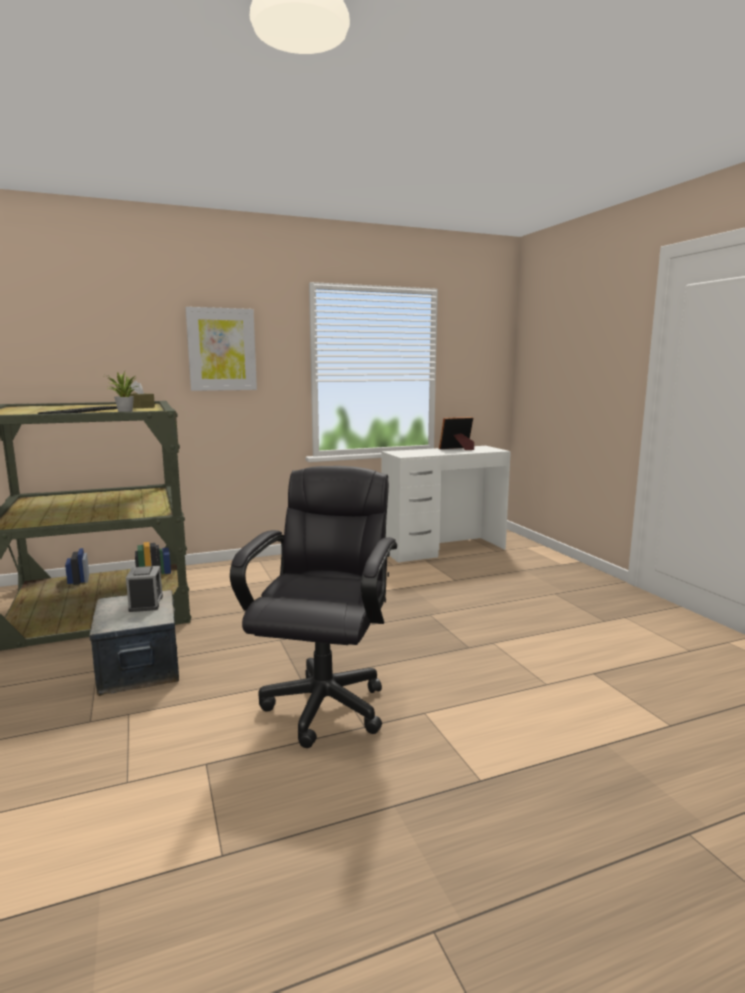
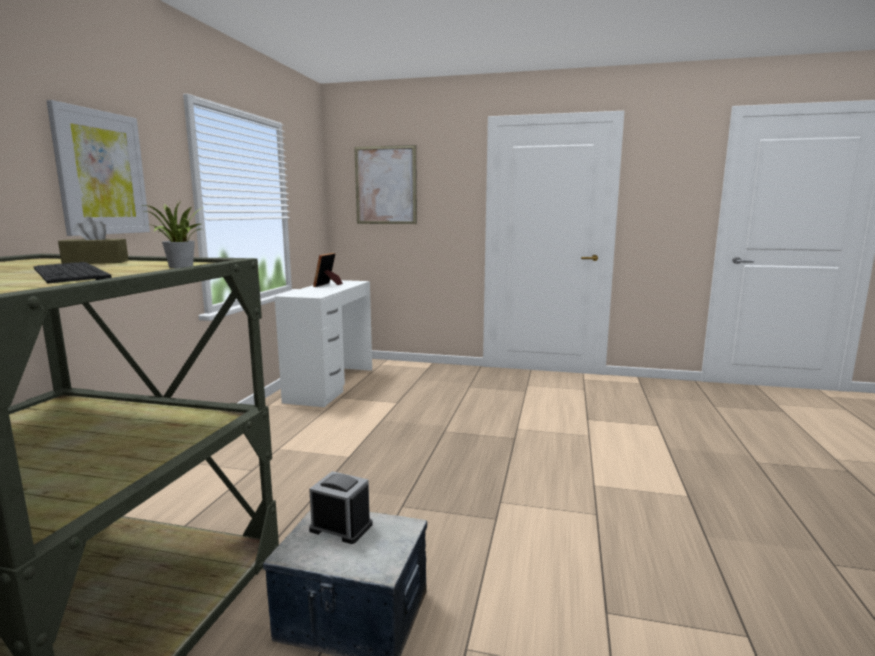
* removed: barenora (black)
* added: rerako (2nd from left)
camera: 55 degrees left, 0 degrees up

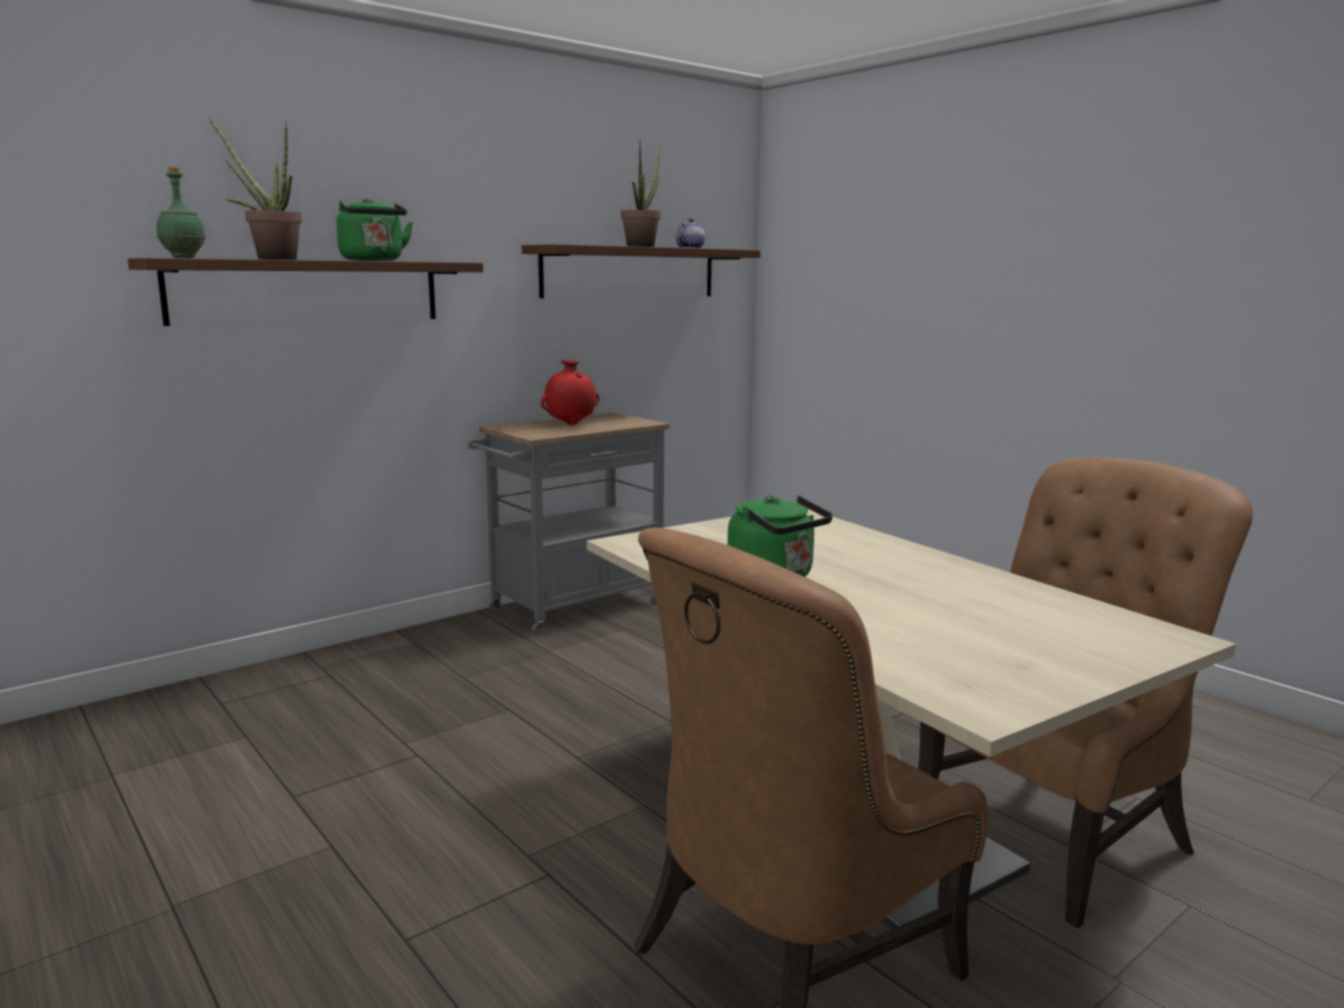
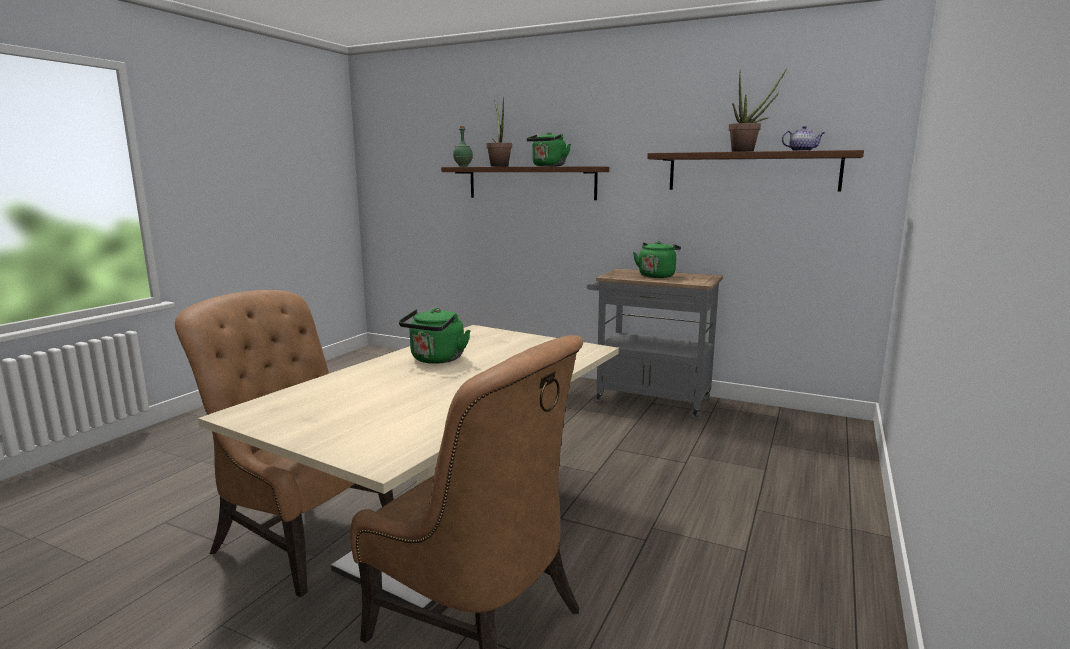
* replaced: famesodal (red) to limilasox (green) (3rd from left)
camera: 65 degrees right, 0 degrees up

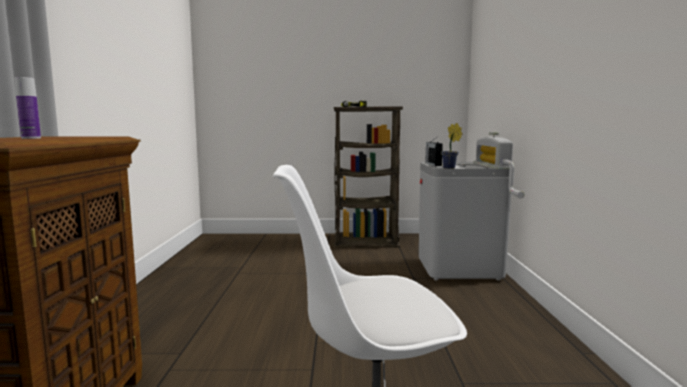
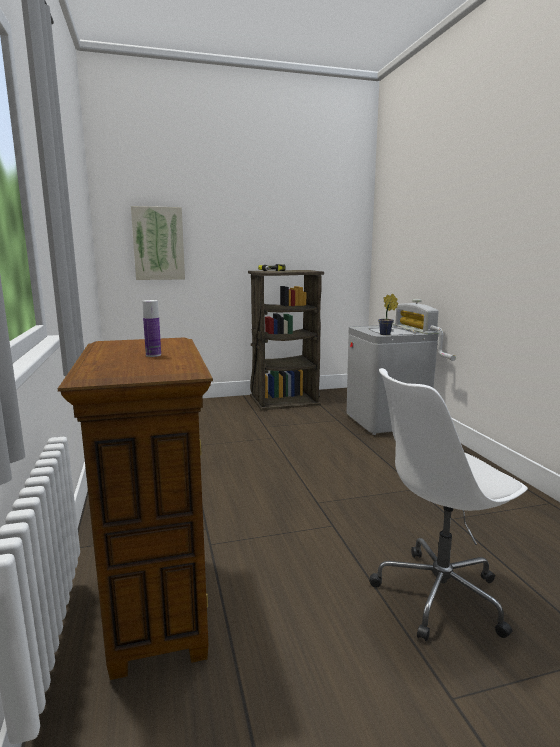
* removed: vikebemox
* added: rerako
camera: 15 degrees left, 5 degrees up

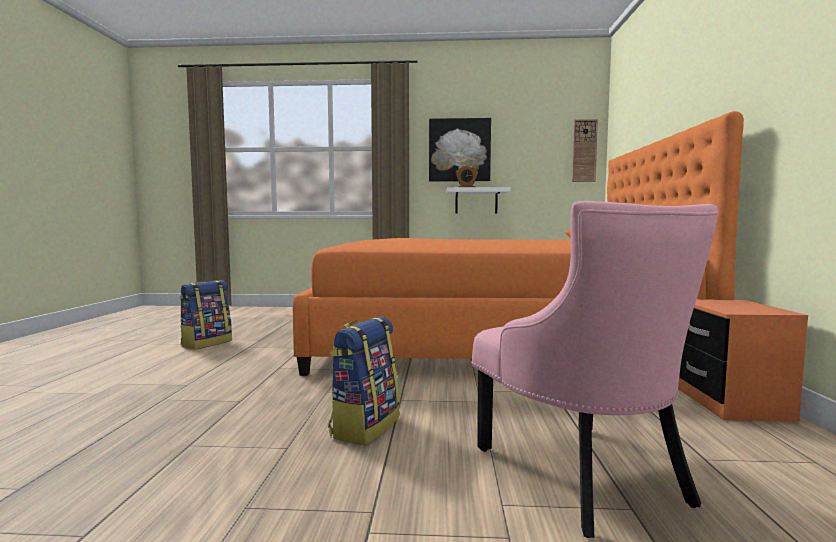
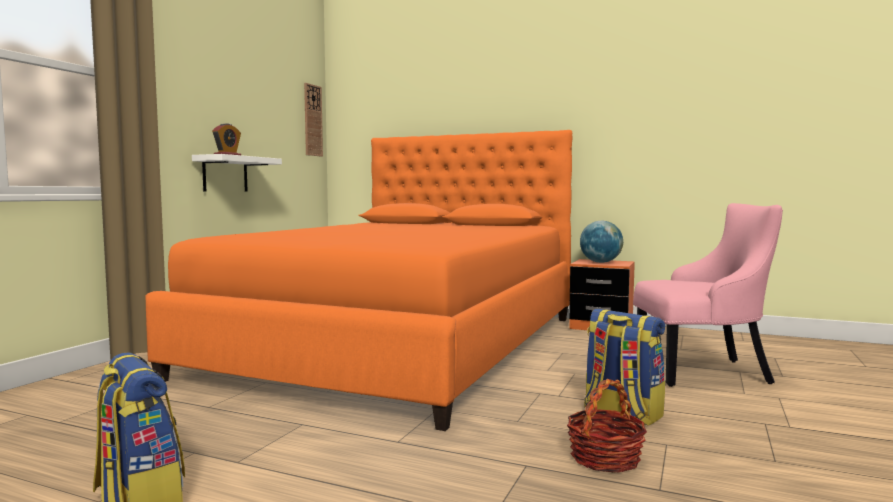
* removed: rerako
* added: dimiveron
* added: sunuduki
camera: 70 degrees left, 0 degrees up

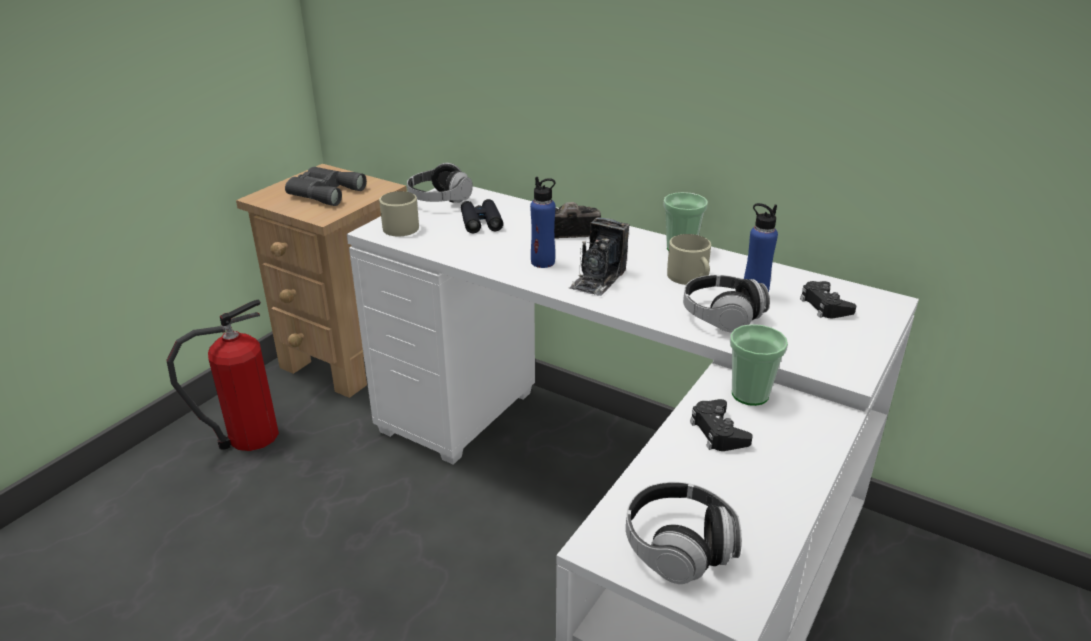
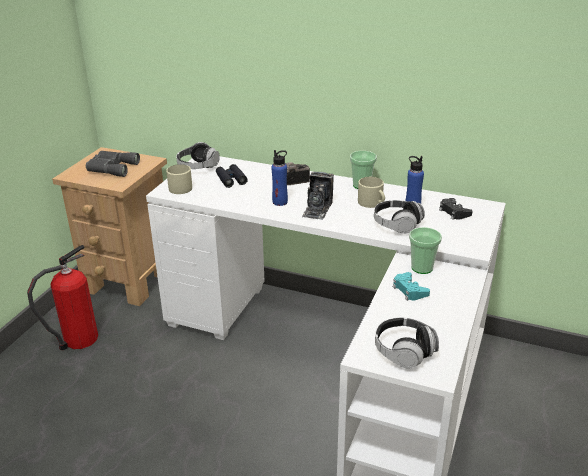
* recoloured: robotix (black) (1st from left) to robotix (turquoise)
camera: 10 degrees left, 0 degrees up

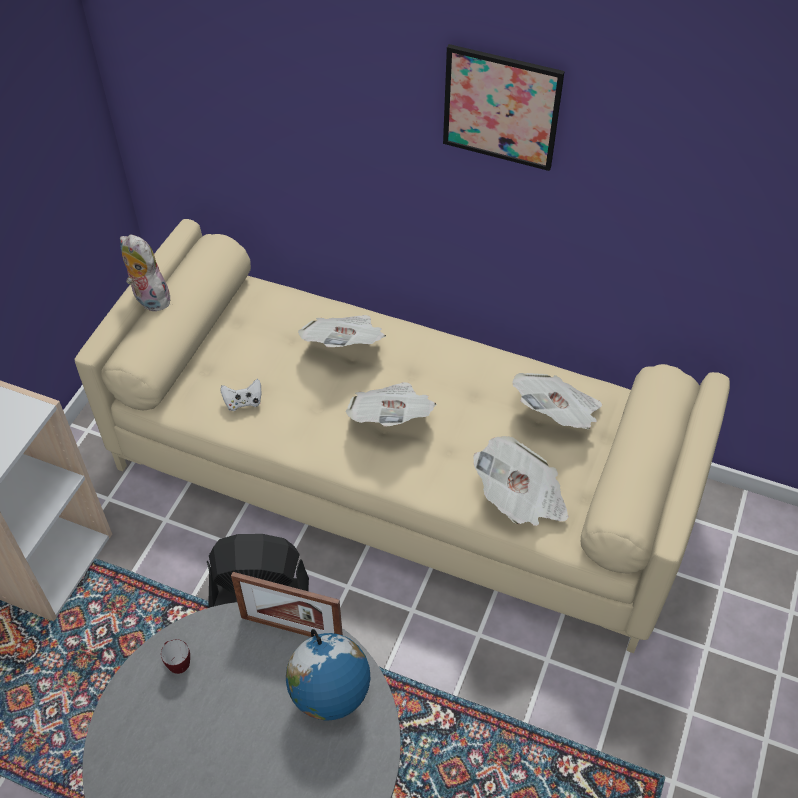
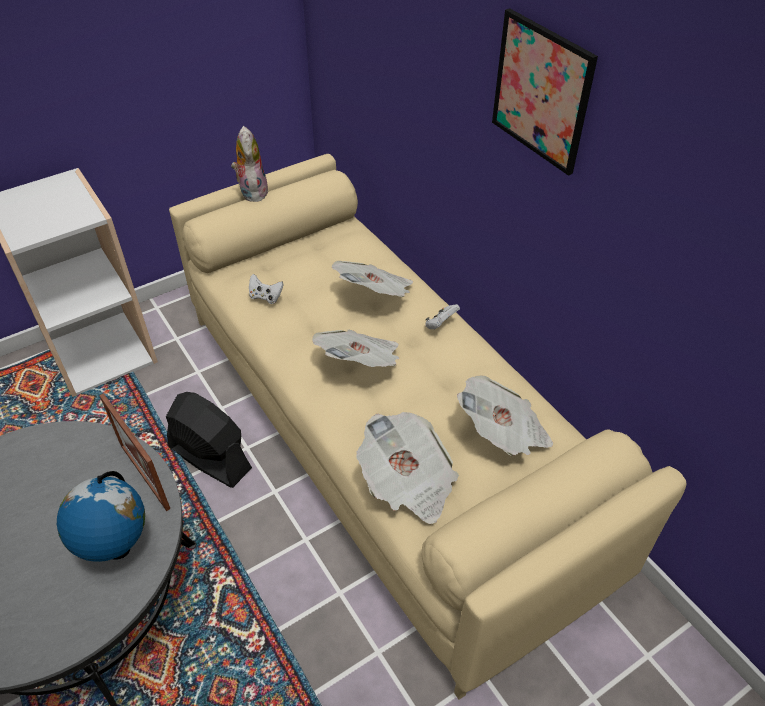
* removed: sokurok
* added: robotix (white) (2nd from left)
camera: 35 degrees right, 5 degrees down

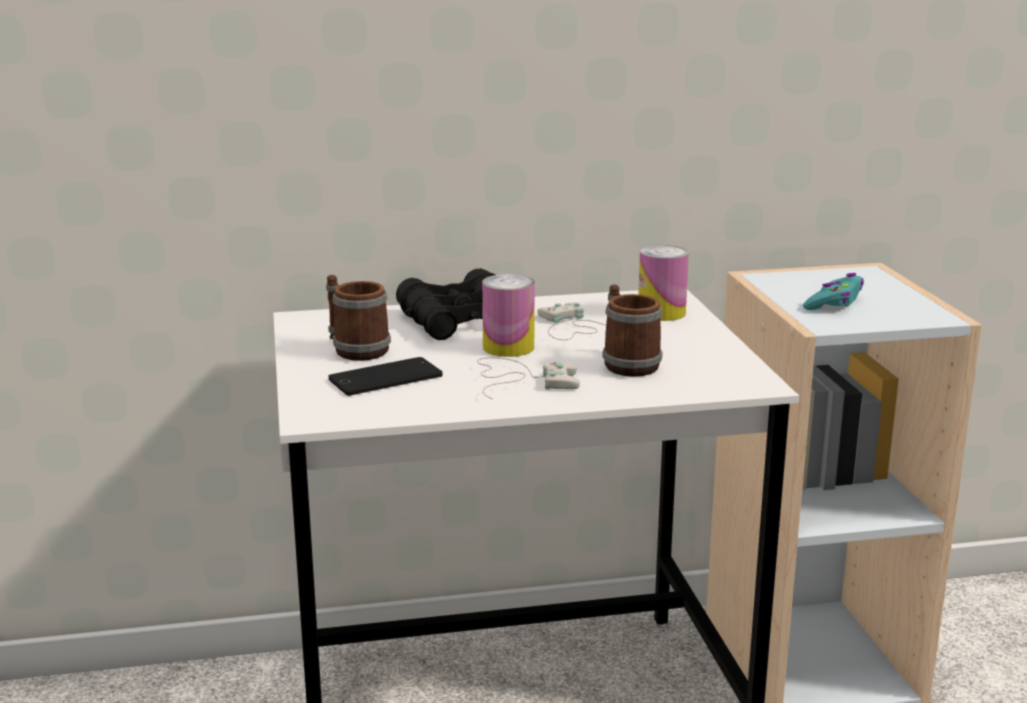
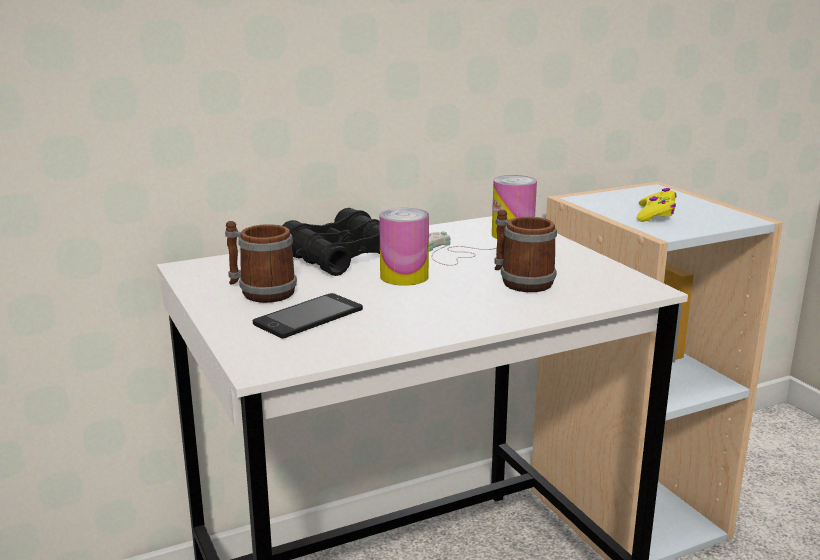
* removed: robotix (white) (1st from left)
* recoloured: robotix (turquoise) to robotix (yellow)
camera: 15 degrees left, 0 degrees up

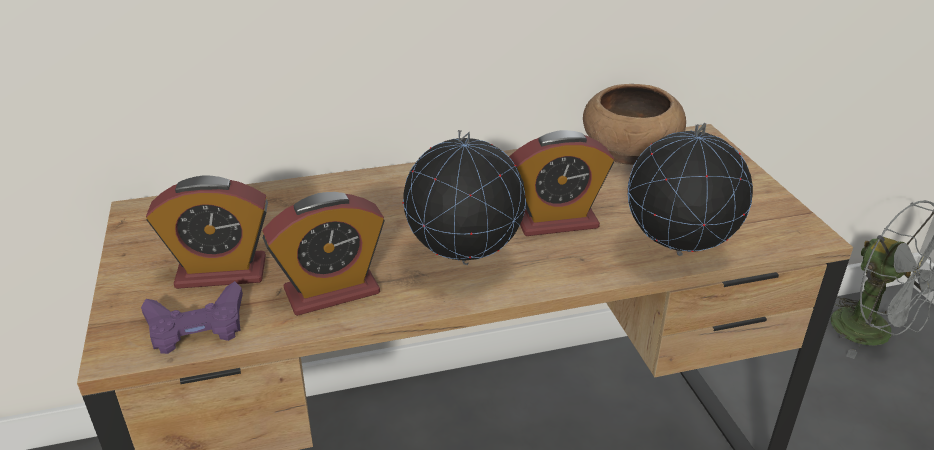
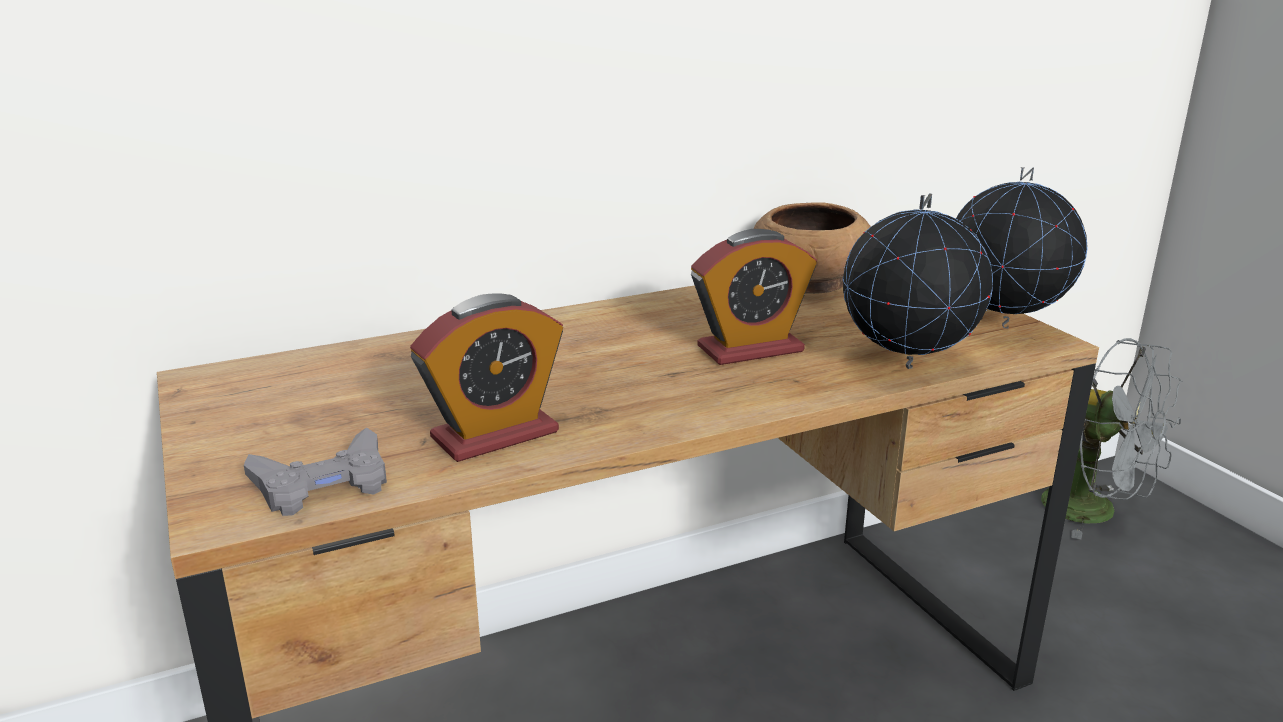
* removed: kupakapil (1st from left)
* moved: sunuduki (1st from left in the first image) to sunuduki (2nd from left)
* recoloured: robotix (purple) to robotix (grey)
camera: 10 degrees left, 10 degrees down

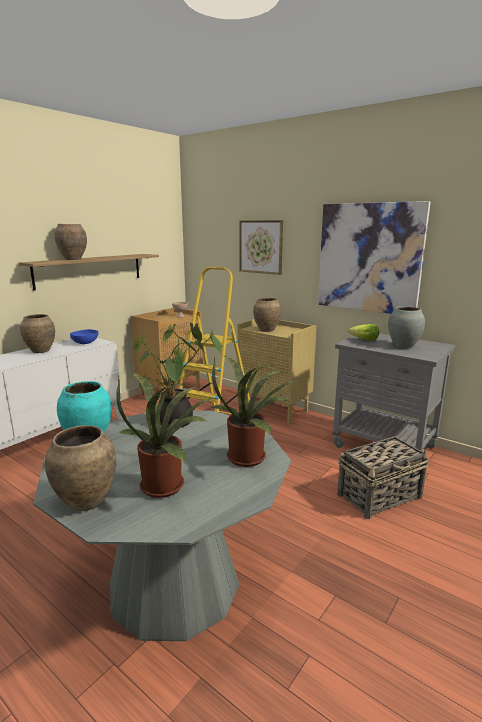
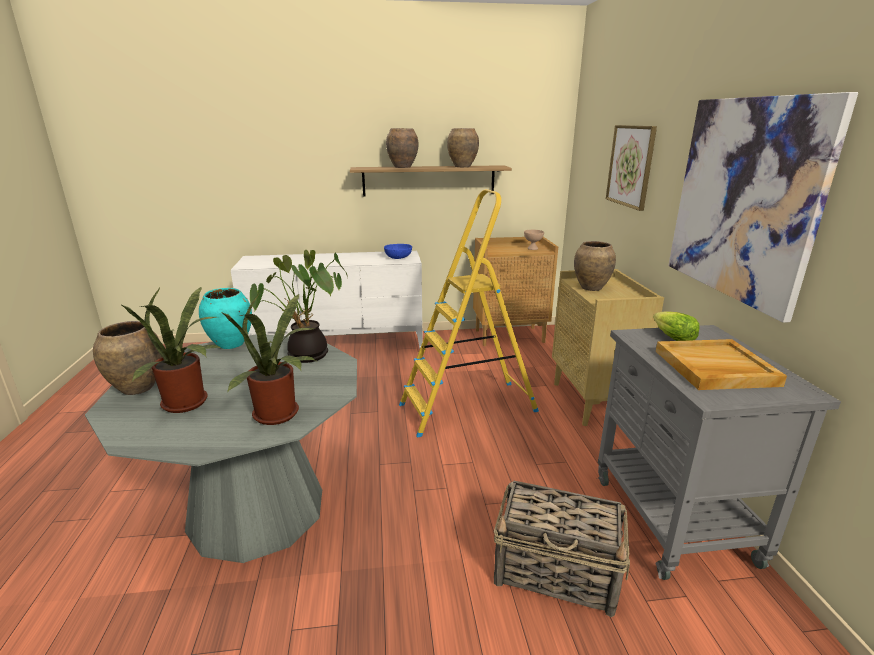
* moved: famesodal (brown) (1st from left in the first image) to famesodal (brown) (3rd from left)
* replaced: famesodal (grey) to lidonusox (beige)
camera: 45 degrees right, 5 degrees up

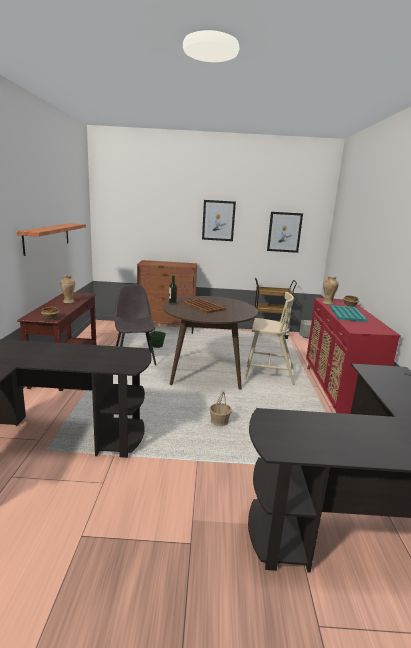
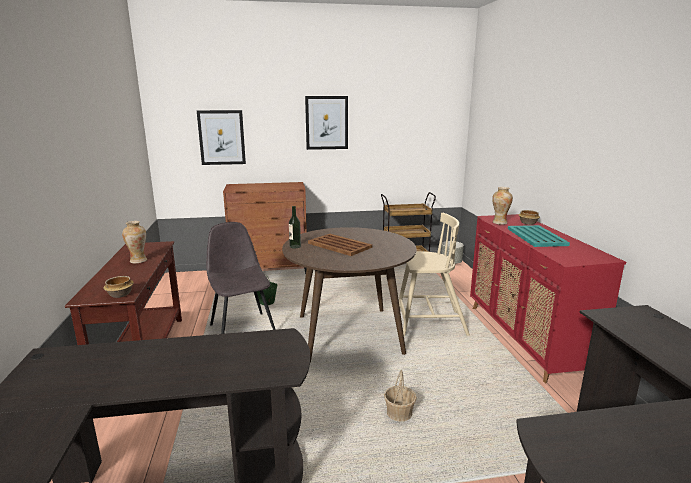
* removed: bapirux
* moved: rerako (2nd from left in the first image) to rerako (1st from left)
camera: 10 degrees left, 0 degrees up

